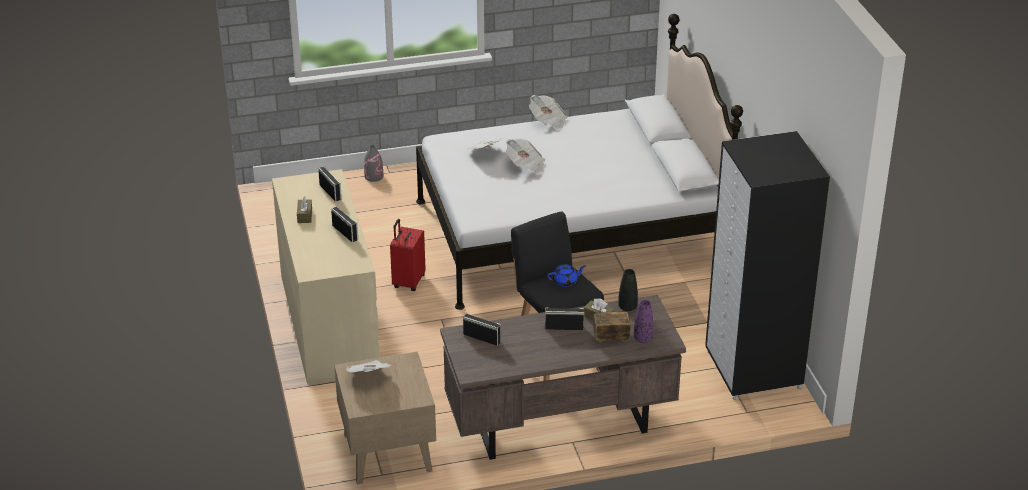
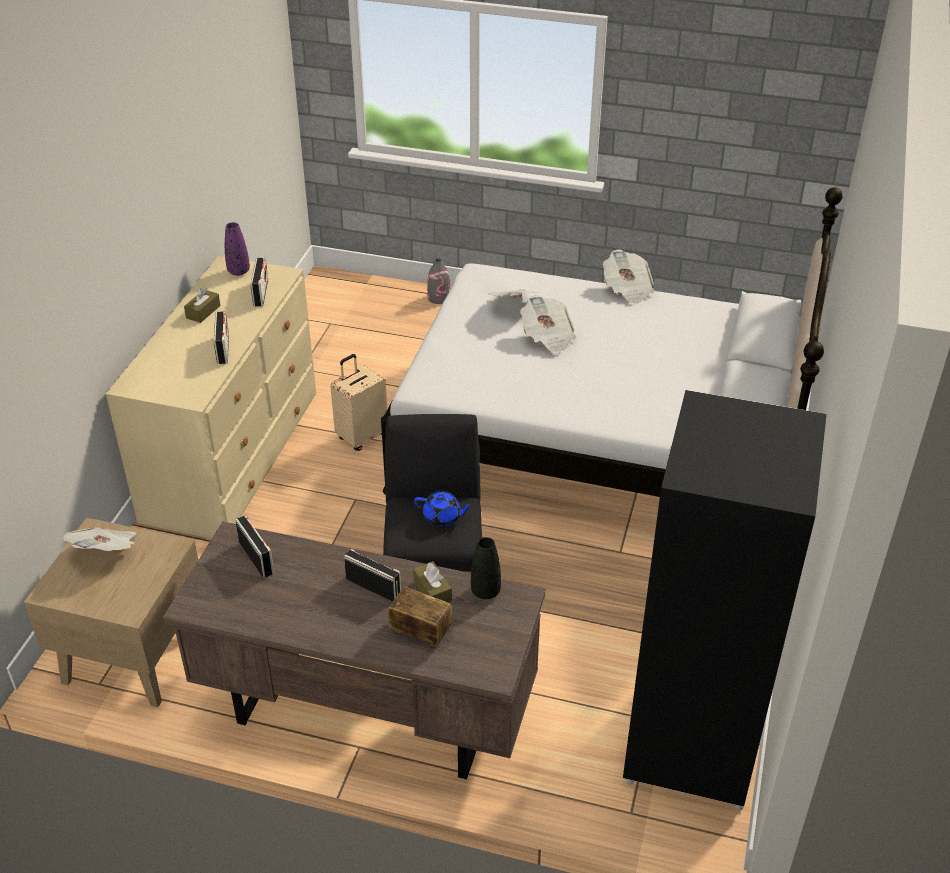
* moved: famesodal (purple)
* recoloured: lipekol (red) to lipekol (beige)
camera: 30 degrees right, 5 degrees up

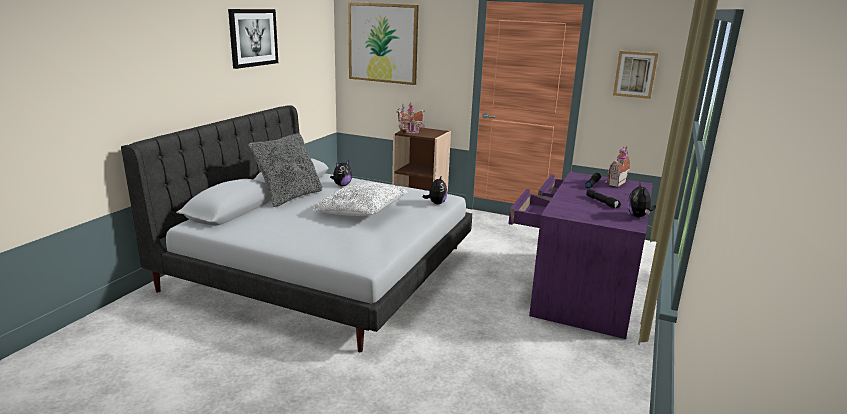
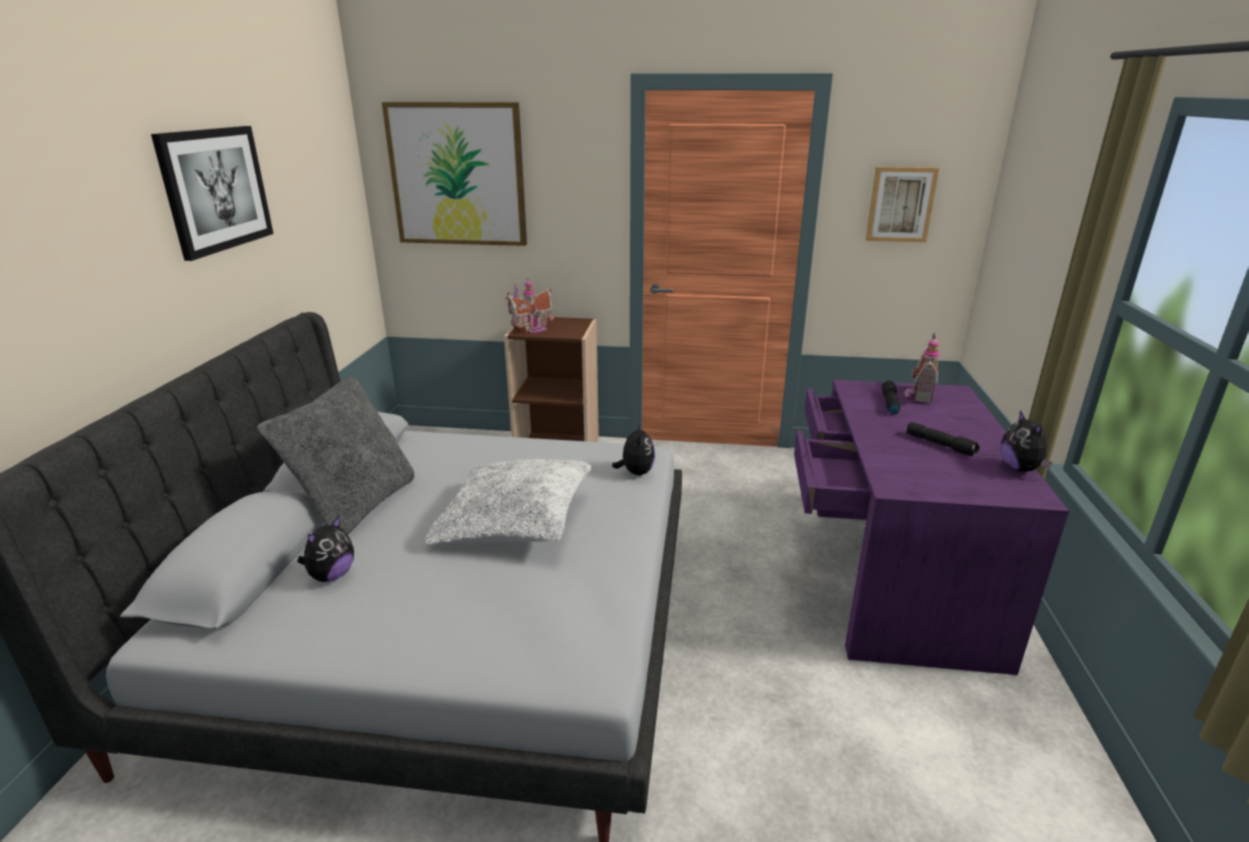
* moved: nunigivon (1st from left)
camera: 15 degrees left, 5 degrees up

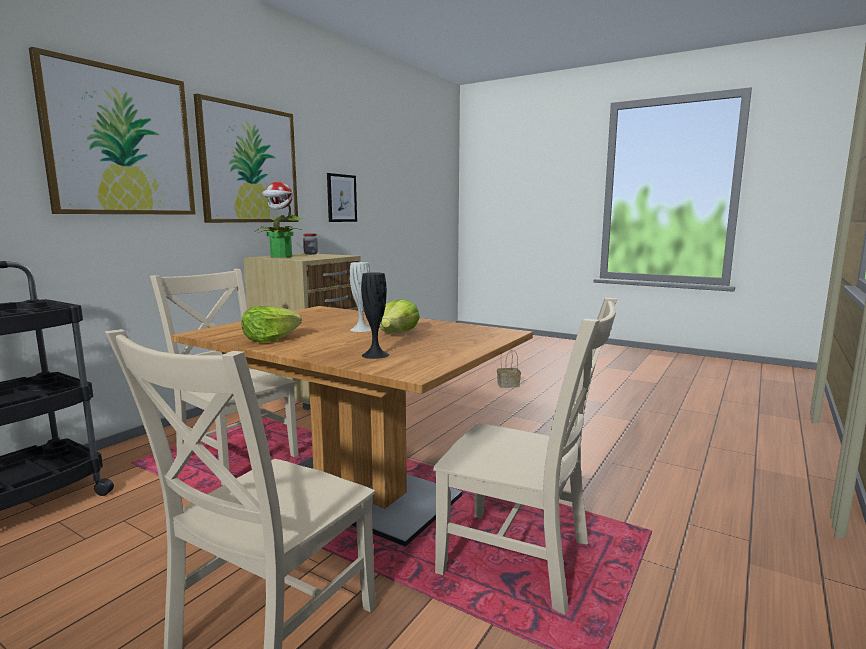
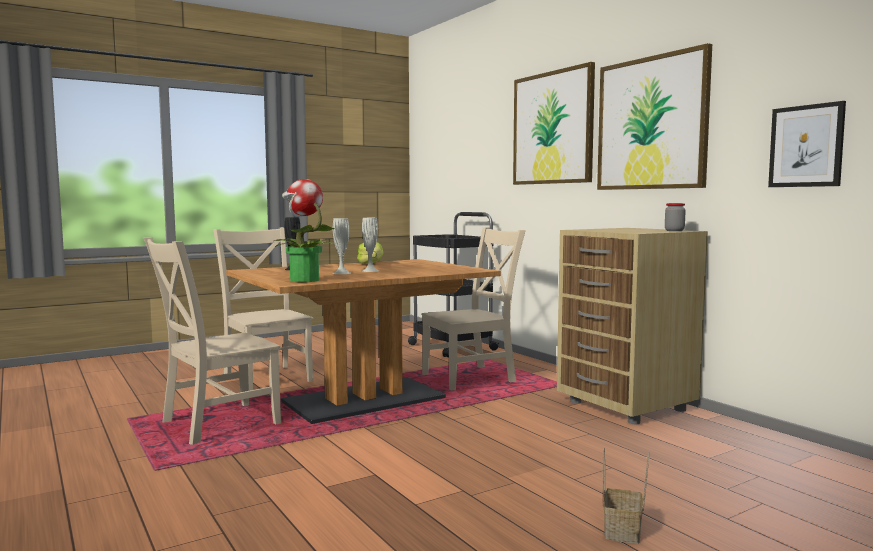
* moved: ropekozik
* replaced: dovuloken (2nd from left) to famesodal (white) (1st from left)
camera: 115 degrees right, 5 degrees down

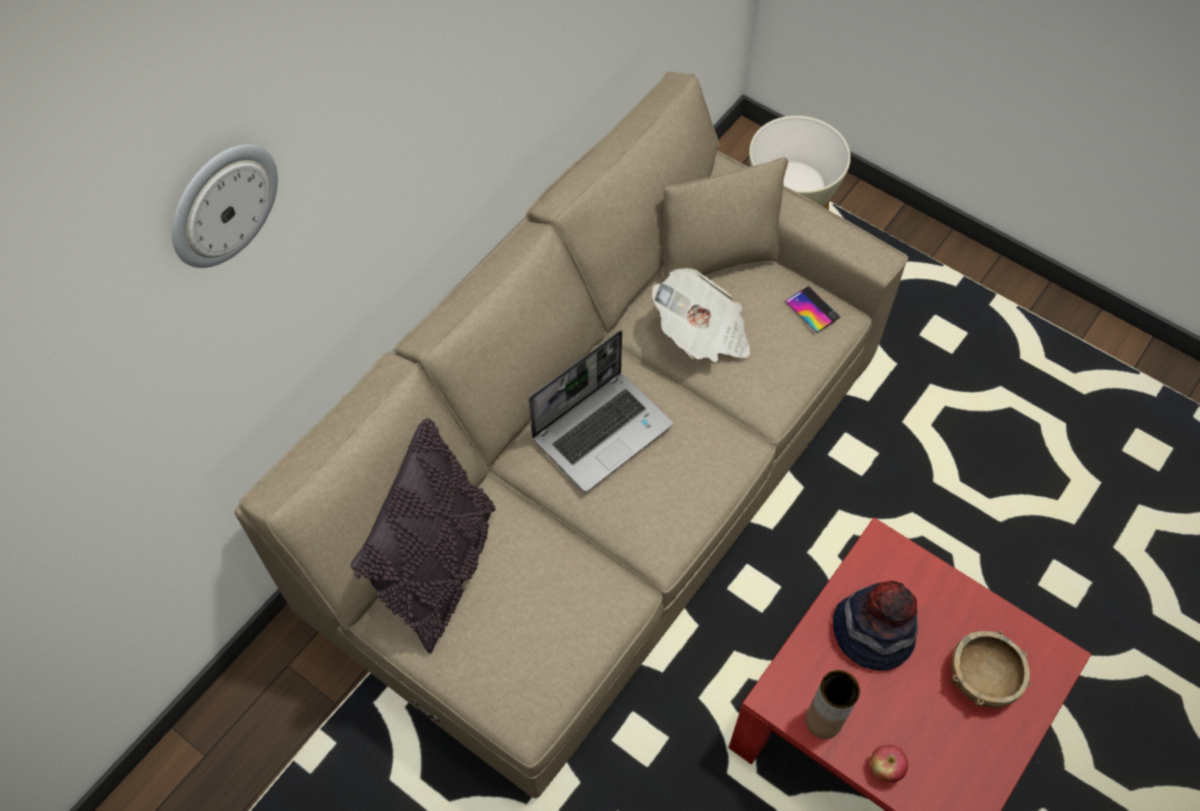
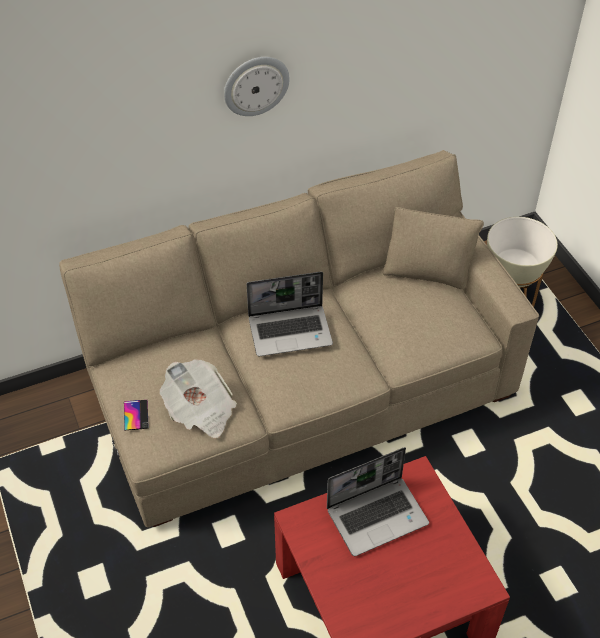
* removed: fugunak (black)
* removed: famesodal (brown)
* removed: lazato
* removed: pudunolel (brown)
* moved: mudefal
* moved: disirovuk
* moved: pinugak
* replaced: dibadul to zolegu (2nd from left)
camera: 30 degrees right, 10 degrees down

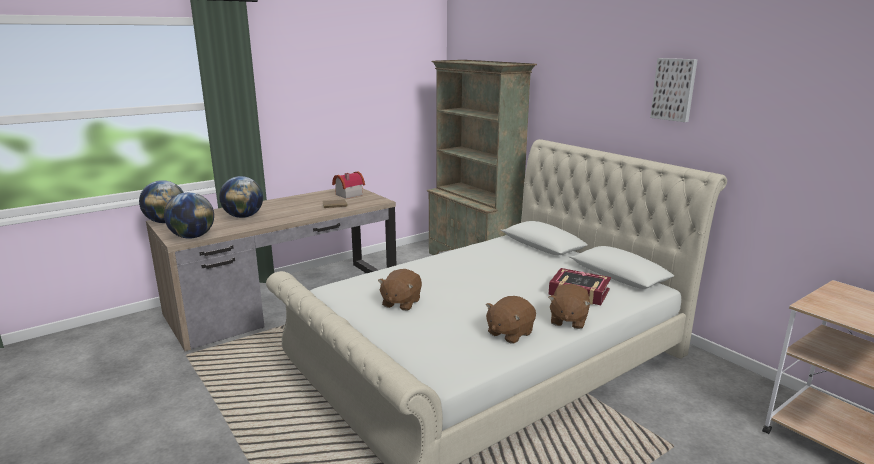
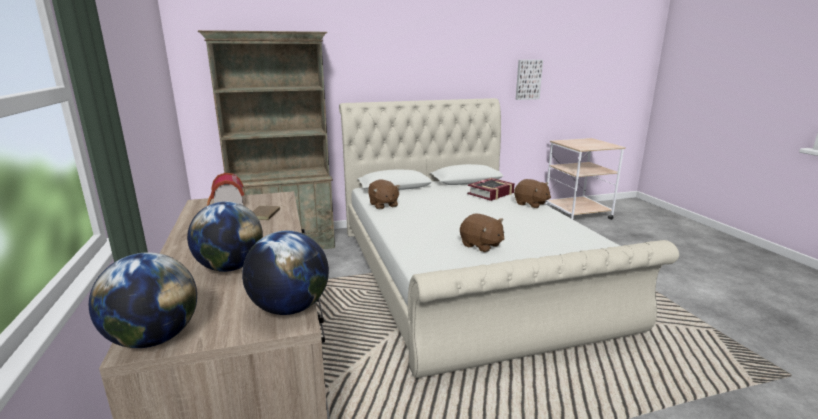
* moved: nunigivon (brown) (2nd from left in the first image) to nunigivon (brown) (1st from left)
* moved: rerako
camera: 70 degrees left, 0 degrees up

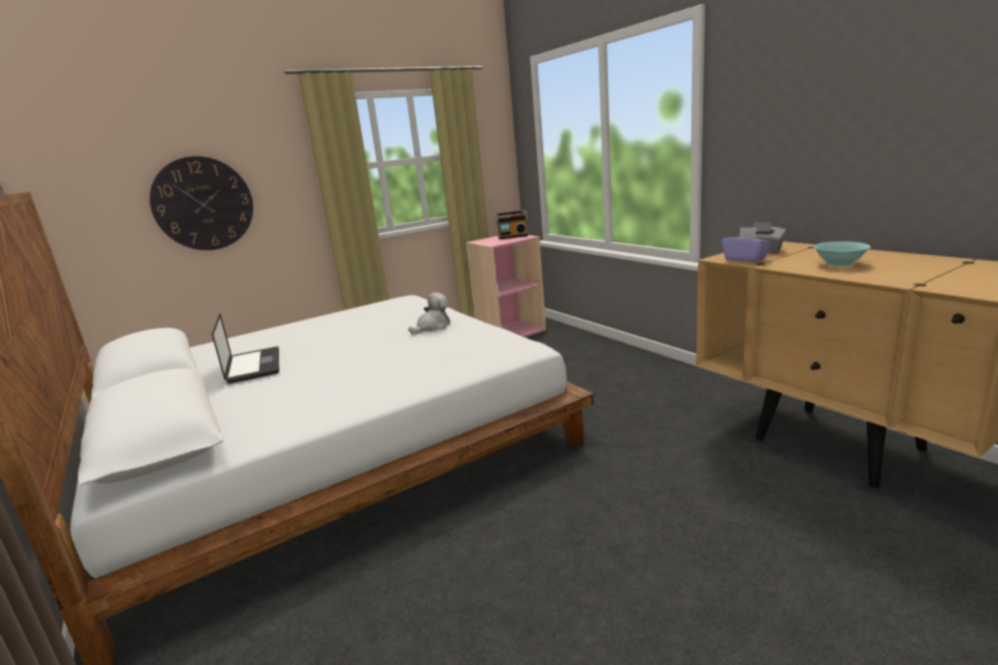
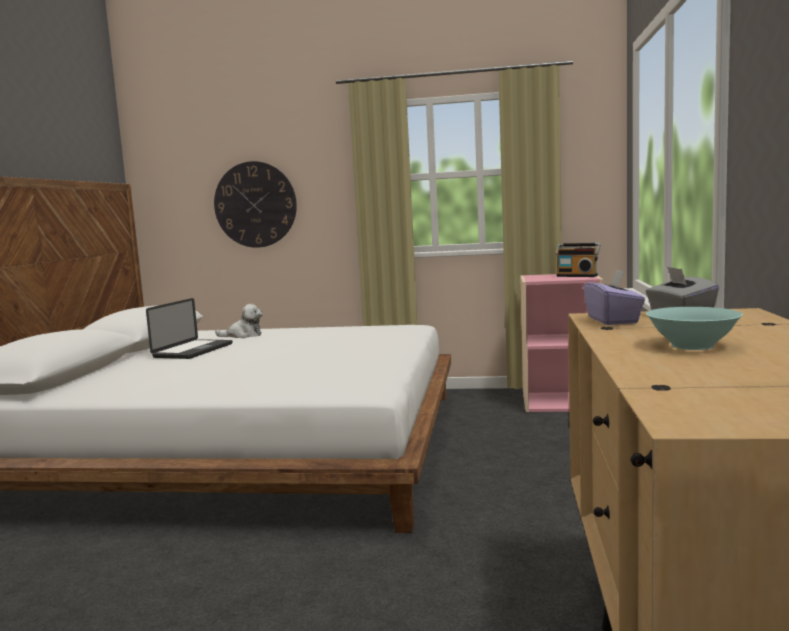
* moved: nunigivon
camera: 40 degrees right, 10 degrees down

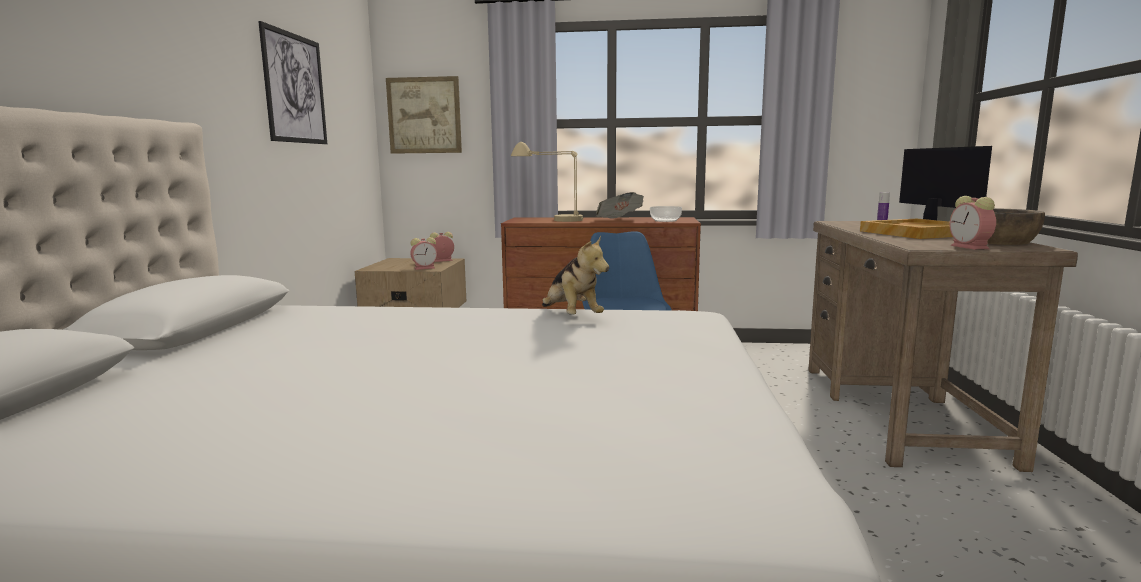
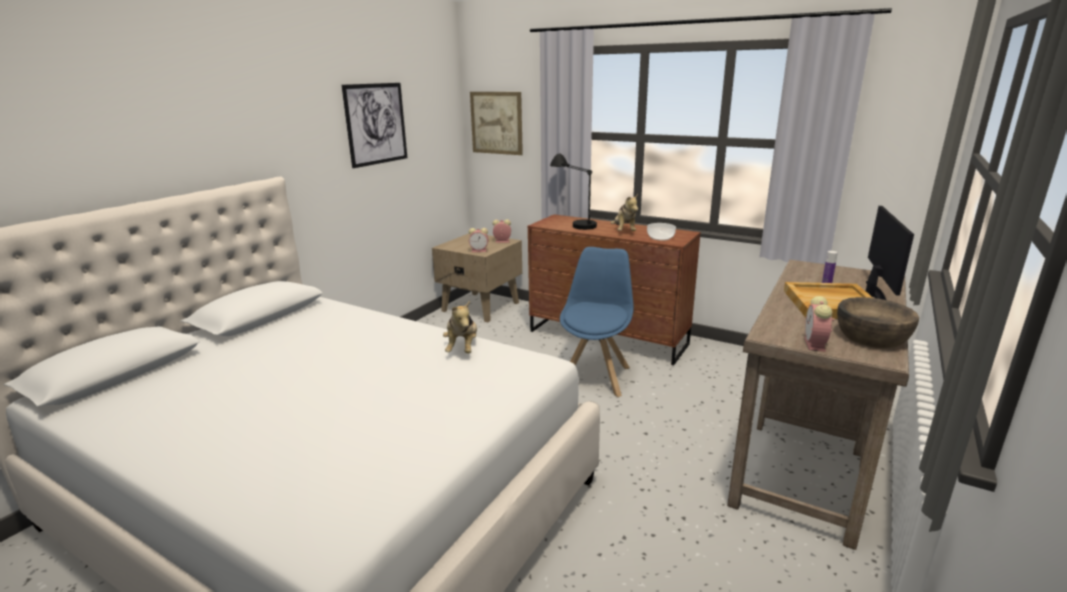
* replaced: disirovuk to nunigivon (2nd from left)
* recoloured: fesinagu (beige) to fesinagu (black)
camera: 25 degrees right, 10 degrees up

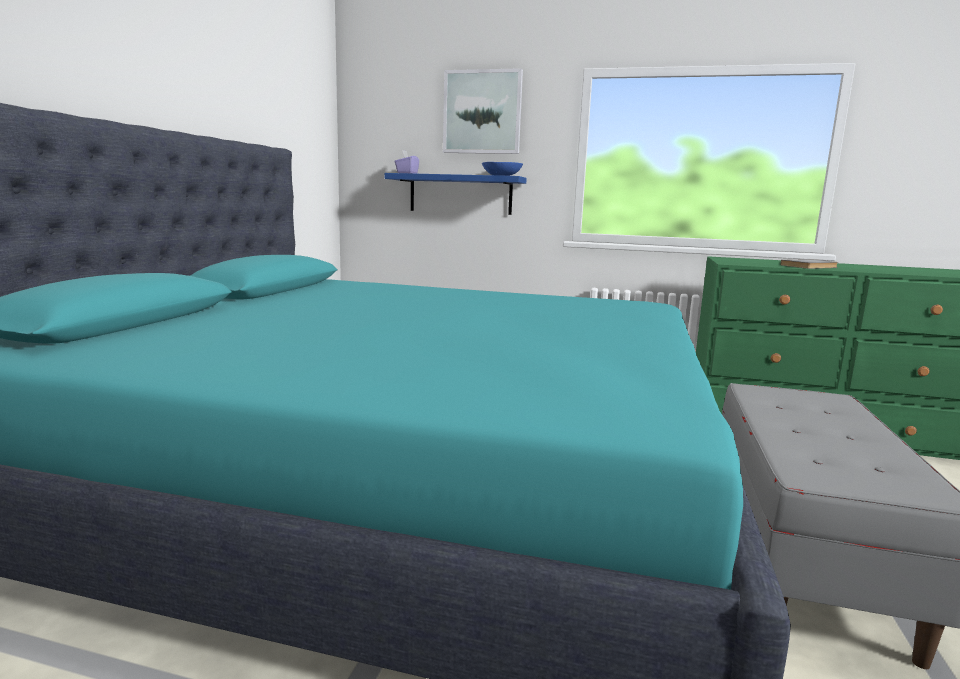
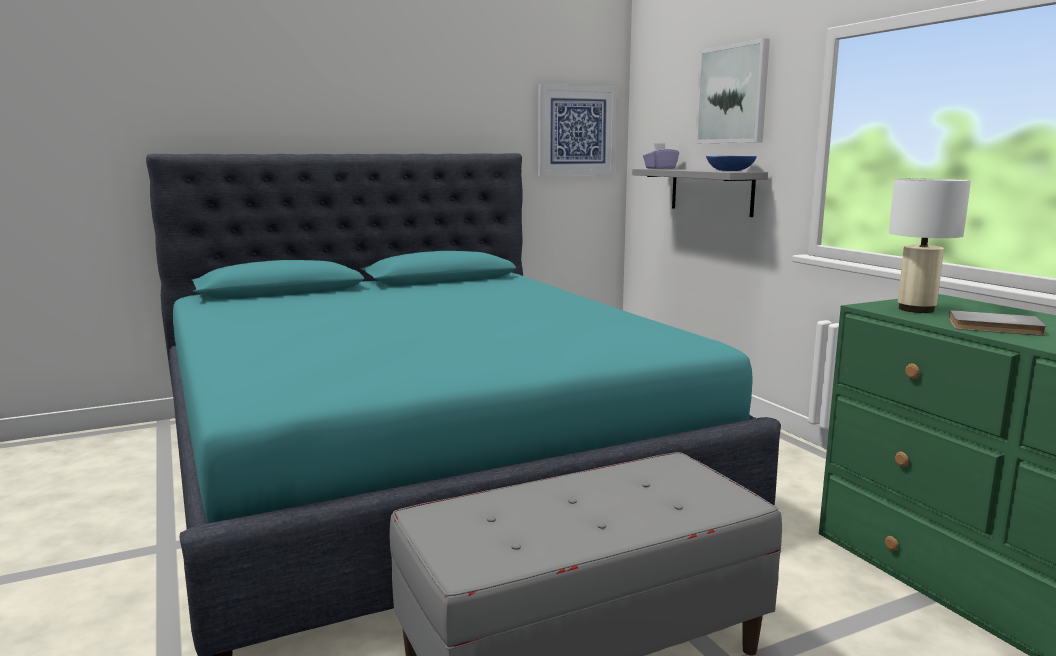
* added: rerako (1st from left)
* added: fesinagu (white)
* recoloured: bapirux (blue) to bapirux (grey)
camera: 50 degrees right, 0 degrees up

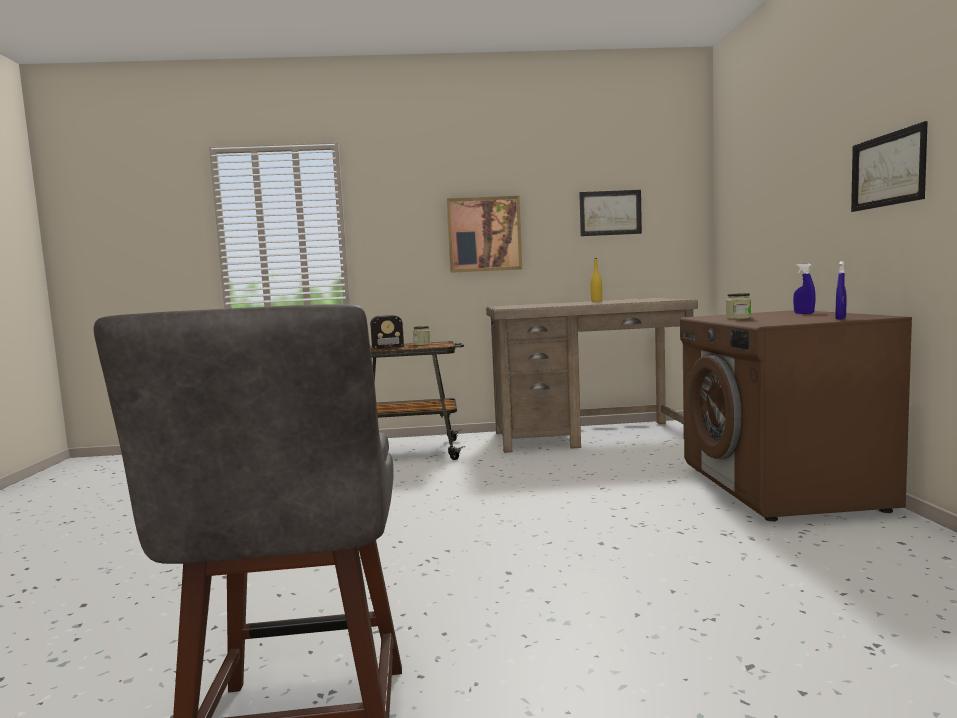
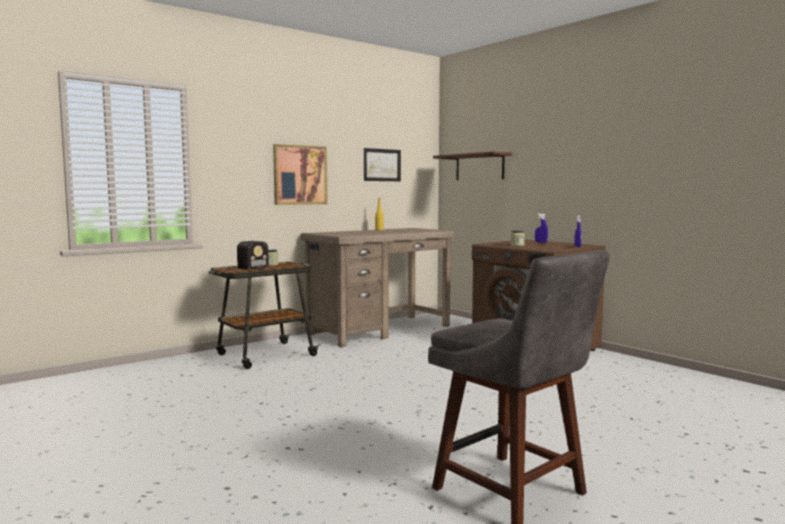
* removed: rerako (3rd from left)
* added: bapirux
camera: 35 degrees left, 0 degrees up

